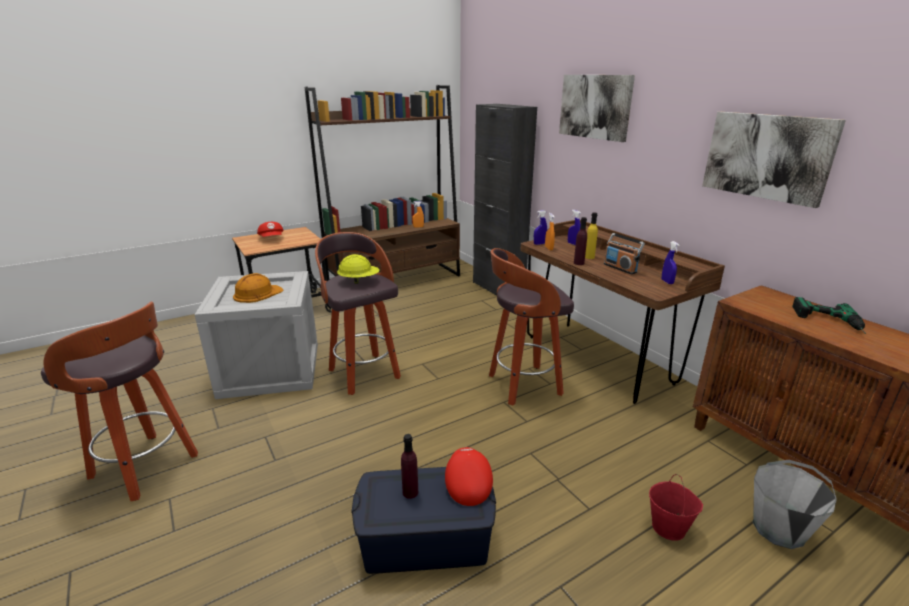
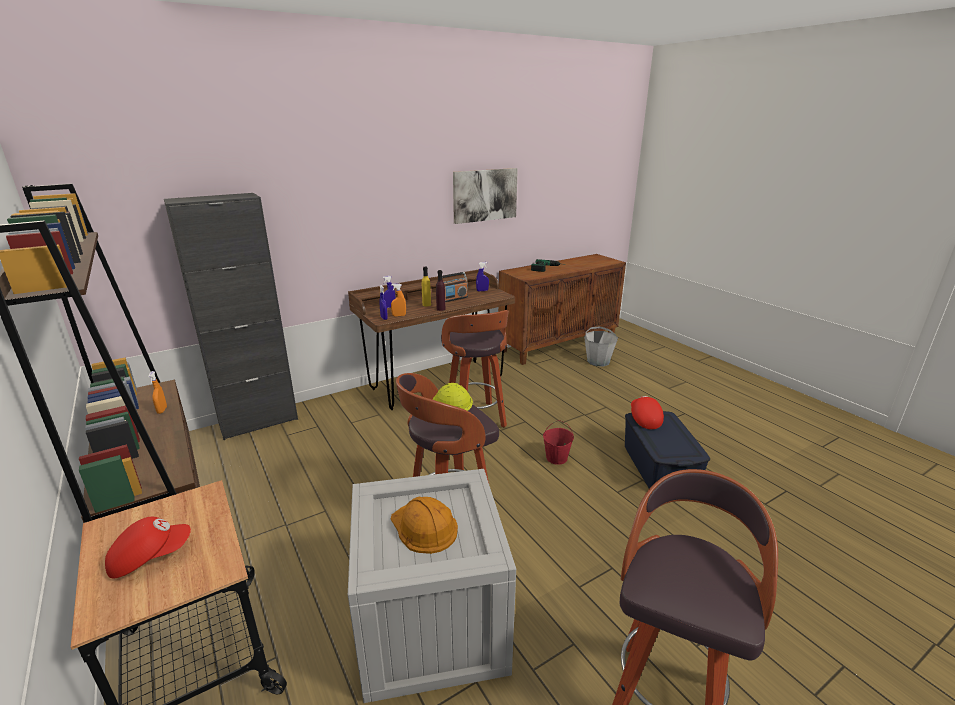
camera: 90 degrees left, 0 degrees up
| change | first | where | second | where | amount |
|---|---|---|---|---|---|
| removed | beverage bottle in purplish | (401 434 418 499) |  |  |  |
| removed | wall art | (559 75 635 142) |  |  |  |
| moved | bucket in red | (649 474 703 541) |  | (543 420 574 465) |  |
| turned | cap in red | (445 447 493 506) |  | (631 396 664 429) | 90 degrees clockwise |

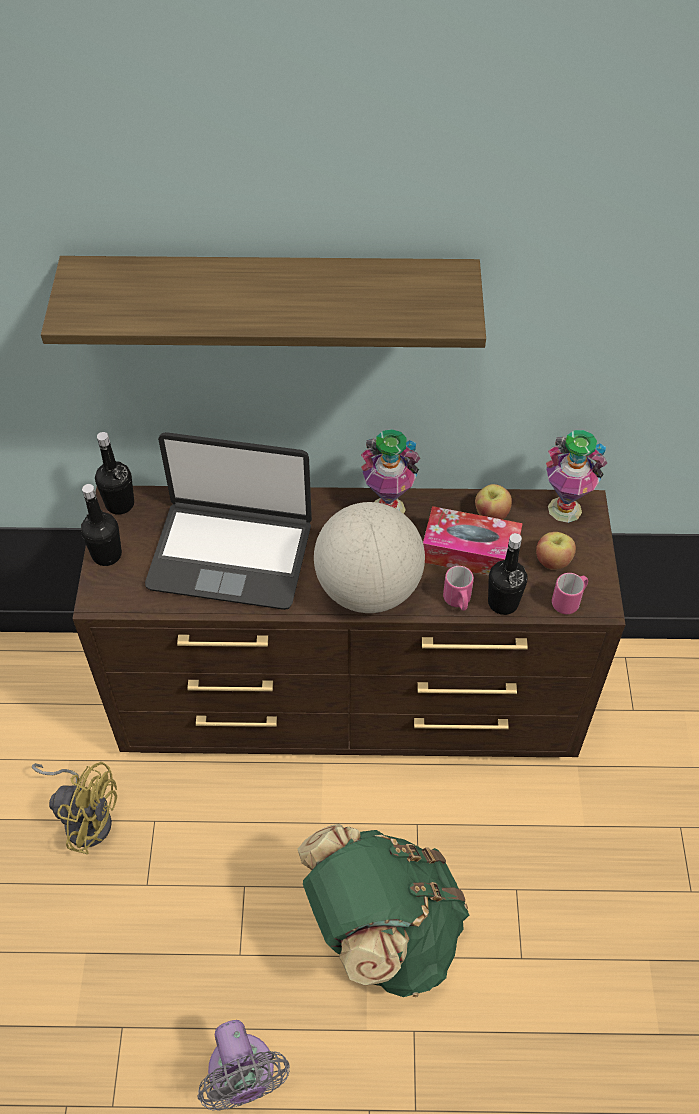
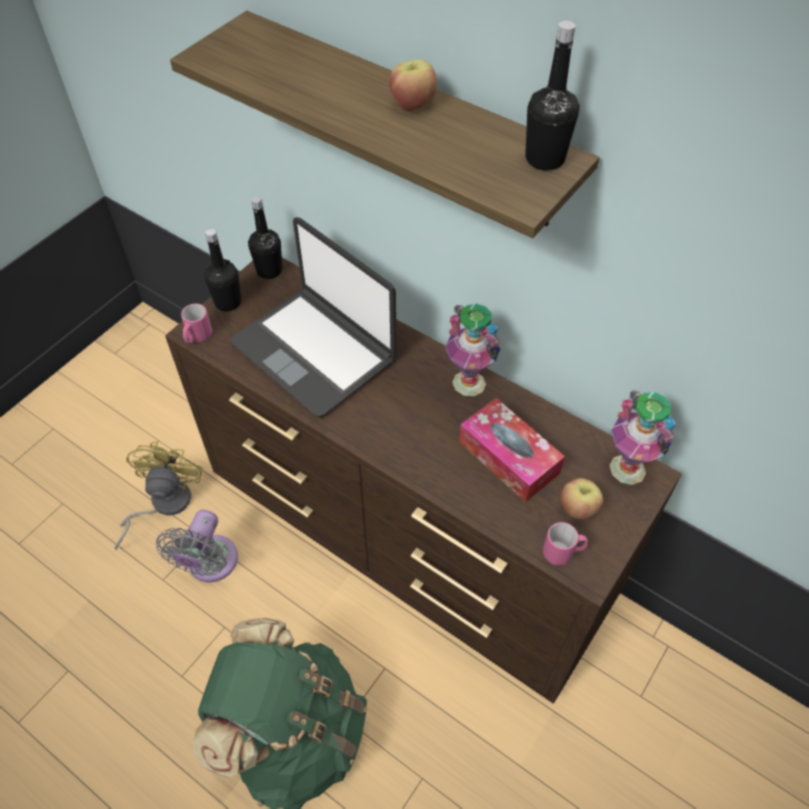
camera: 35 degrees right, 0 degrees up
| change | first | where | second | where | amount |
|---|---|---|---|---|---|
| removed | desk globe | (314 502 425 613) |  |  |  |
| moved | cooling fan in gray | (197 1020 290 1111) |  | (156 510 238 582) |  |
| moved | mug in pink | (443 566 474 611) |  | (181 304 212 344) |  |
| moved | whole apple | (475 484 512 520) |  | (390 60 437 111) |  |
| moved | beverage bottle in black | (488 533 527 615) |  | (525 21 579 170) |  |
| turned | cooling fan in yellow | (32 762 117 854) |  | (115 441 203 550) | 135 degrees counterclockwise |

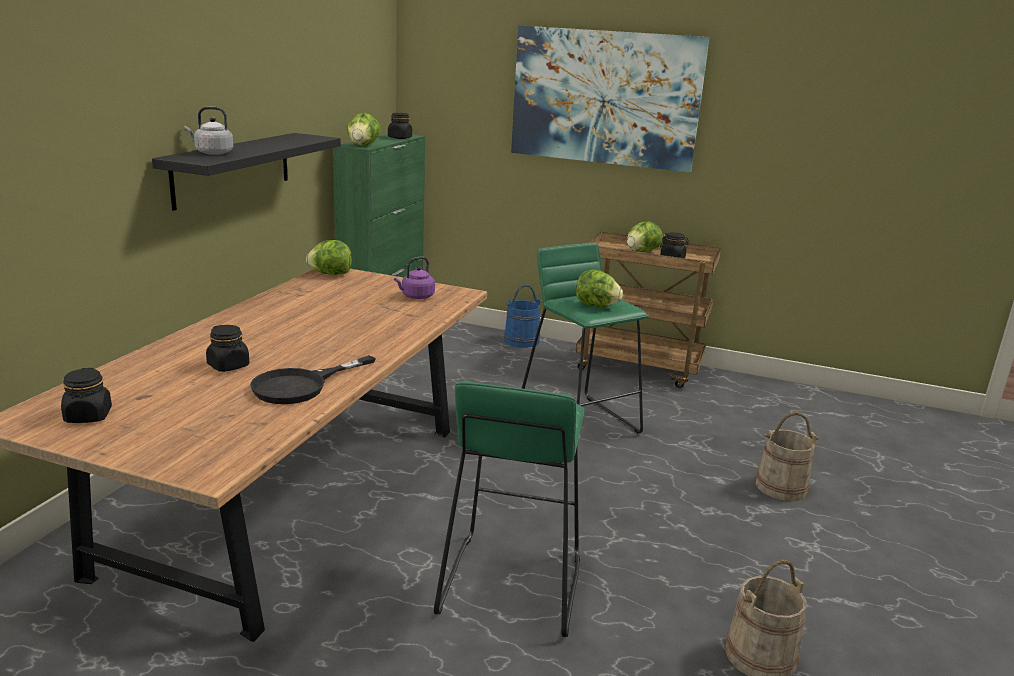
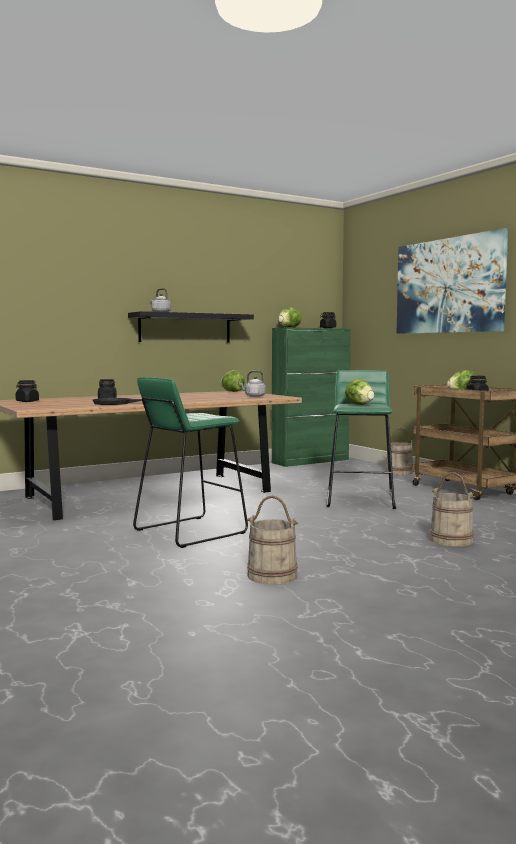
camera: 40 degrees right, 15 degrees down
| change | first | where | second | where | amount |
|---|---|---|---|---|---|
| recoloured | water kettle in purplish | (394 256 435 299) | water kettle in gray | (239 371 266 397) |  |
| recoloured | bucket in bluish | (504 284 542 348) | bucket in sand-coloured | (385 428 415 475) |  |

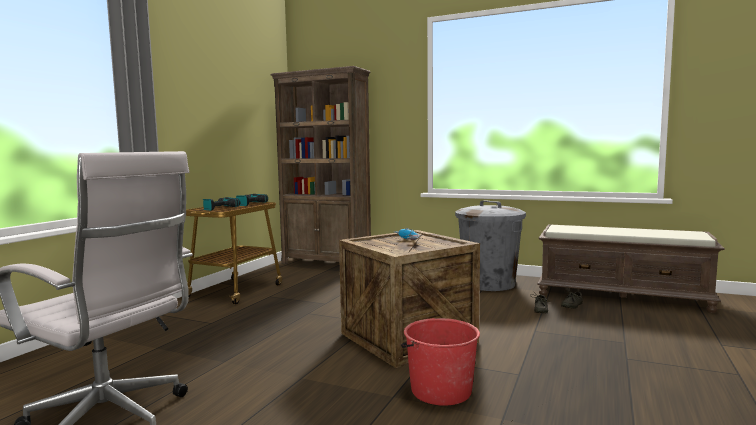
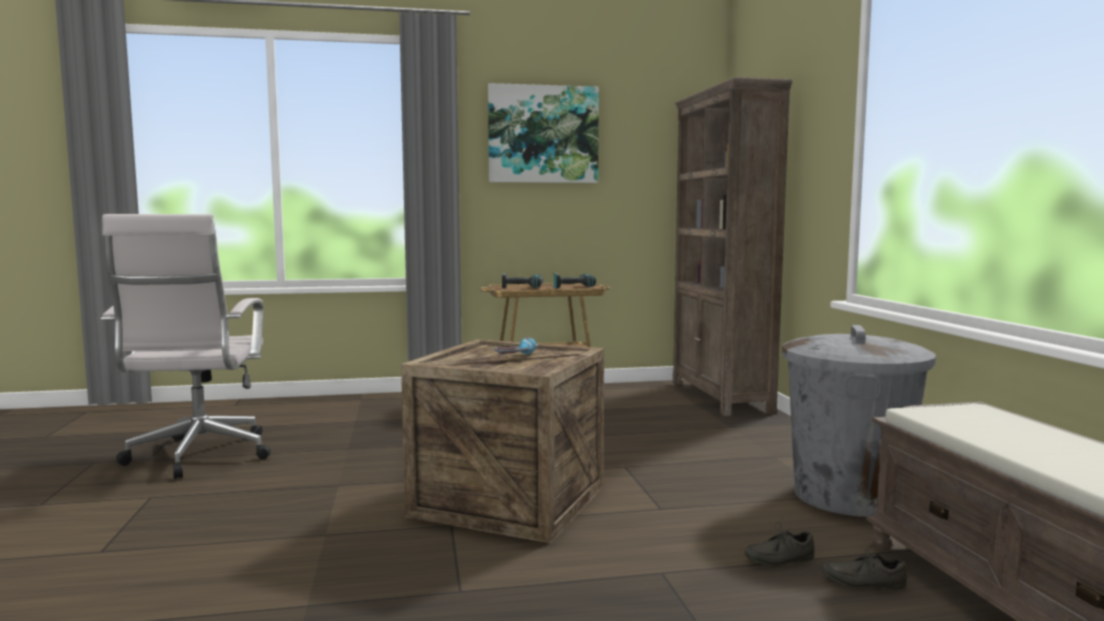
camera: 55 degrees right, 0 degrees up
| change | first | where | second | where | amount |
|---|---|---|---|---|---|
| removed | bucket in red | (401 318 480 406) |  |  |  |
| added |  |  | wall art | (488 83 599 183) |  |

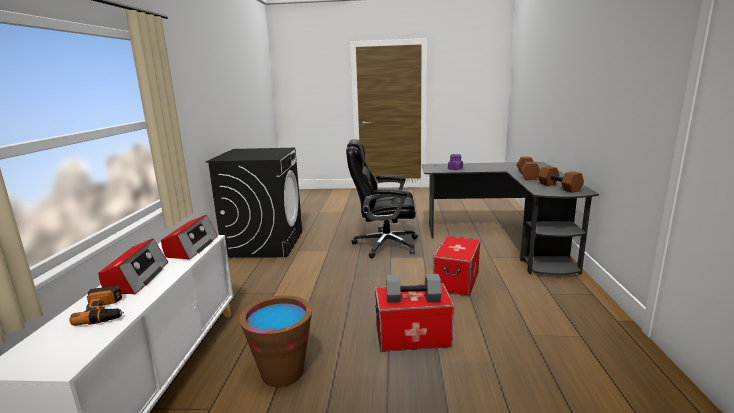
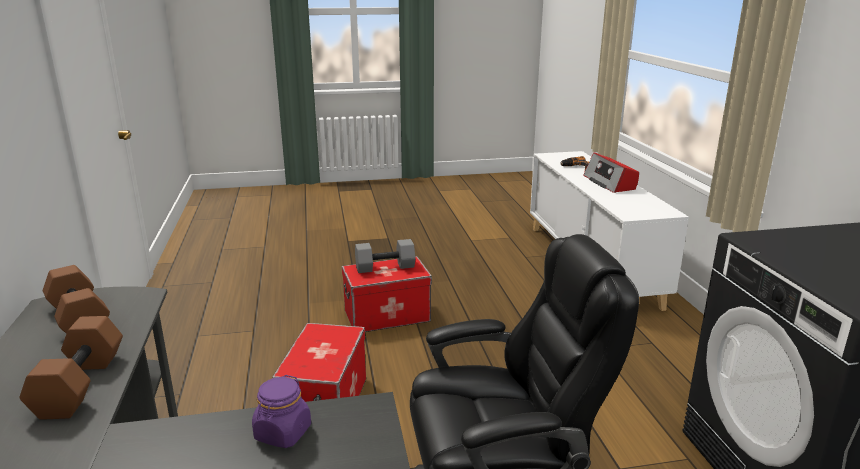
camera: 165 degrees right, 5 degrees up
| change | first | where | second | where | amount |
|---|---|---|---|---|---|
| removed | radio receiver | (161 215 218 260) |  |  |  |
| removed | bucket in brown | (239 295 312 387) |  |  |  |

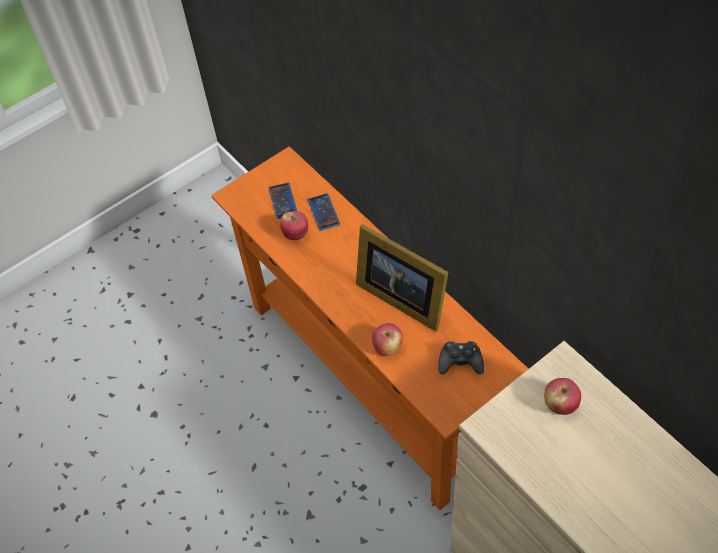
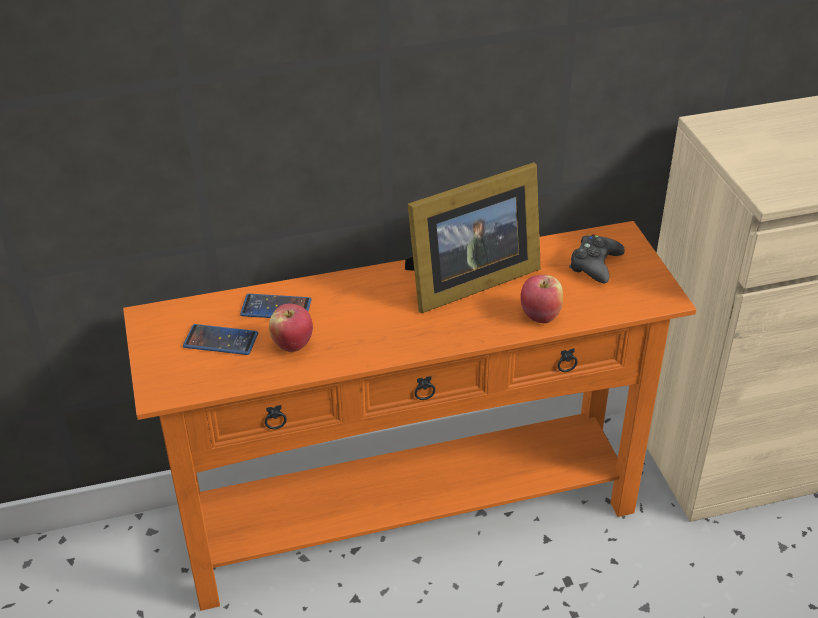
camera: 70 degrees left, 15 degrees down
| change | first | where | second | where | amount |
|---|---|---|---|---|---|
| removed | whole apple | (544 378 581 415) |  |  |  |

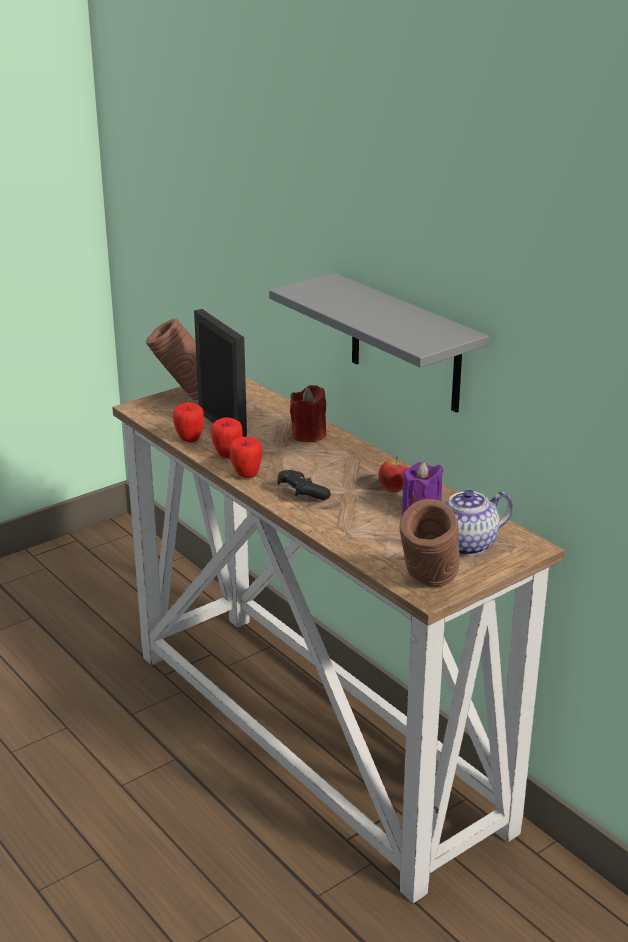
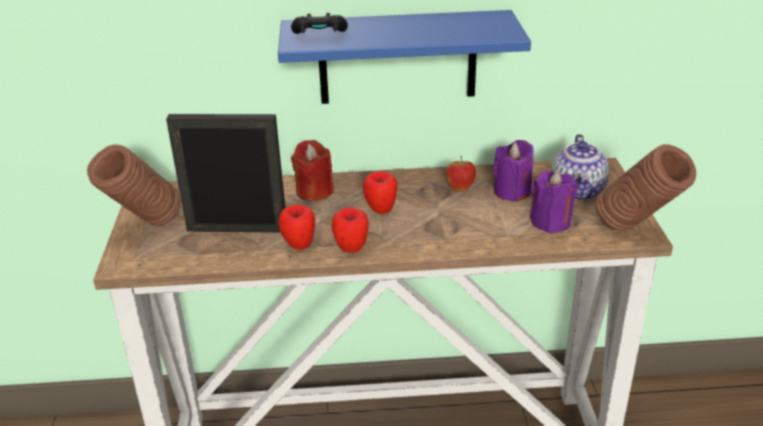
camera: 55 degrees left, 5 degrees up
| change | first | where | second | where | amount |
|---|---|---|---|---|---|
| added |  |  | wax light in purplish | (530 171 578 233) |  |
| moved | whole apple | (173 402 204 443) |  | (363 172 397 214) |  |
| moved | joypad in black | (277 470 331 500) |  | (291 13 348 34) |  |
| recoloured | shelf in gray | (269 273 489 413) | shelf in bluish | (278 10 531 104) |  |

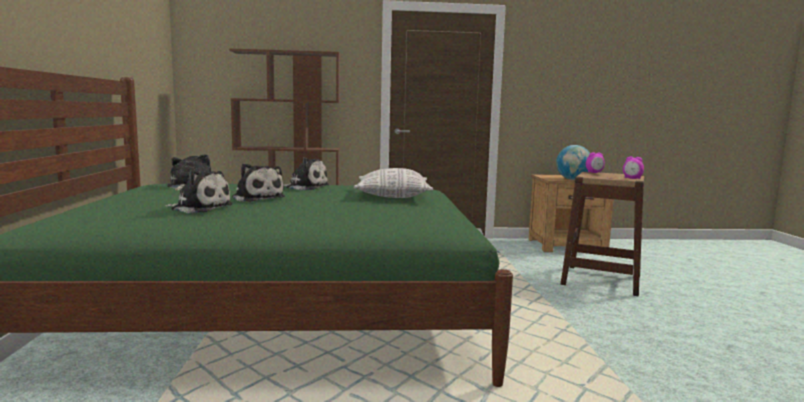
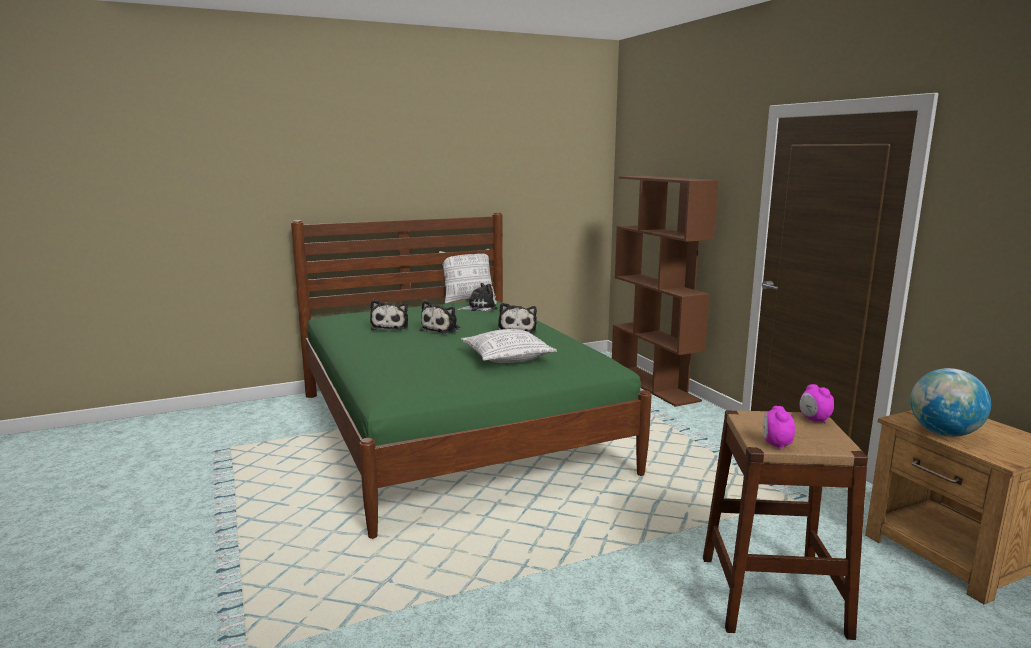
camera: 70 degrees right, 5 degrees up
| change | first | where | second | where | amount |
|---|---|---|---|---|---|
| added |  |  | cushion | (439 249 496 304) |  |

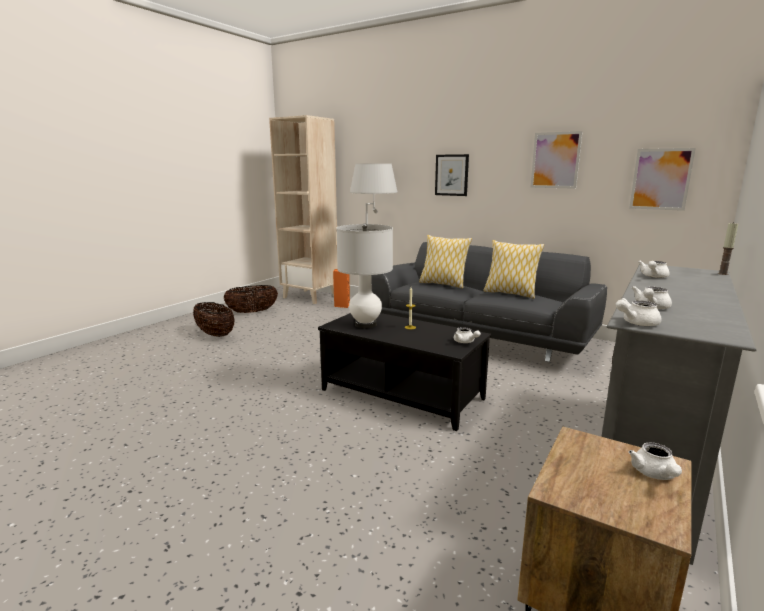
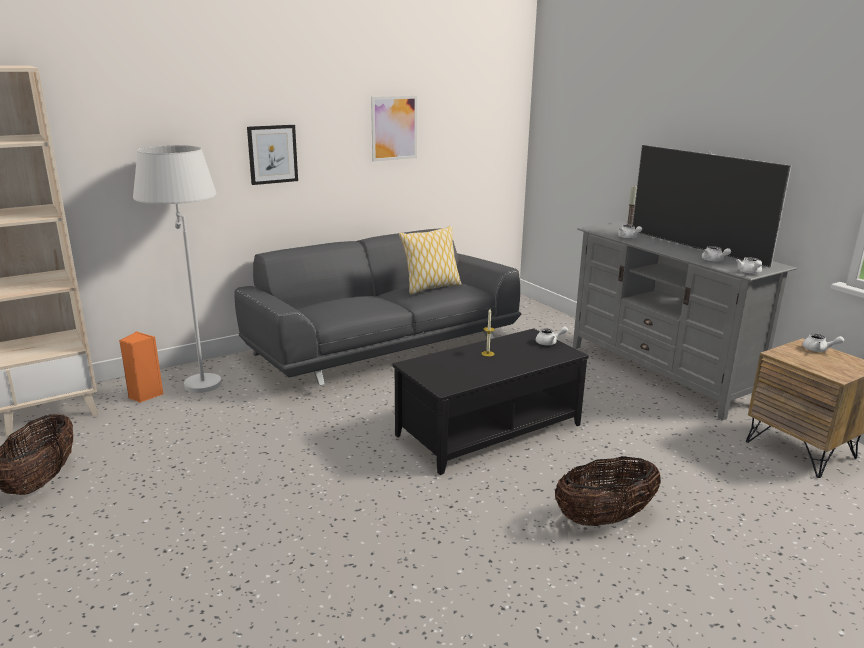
camera: 65 degrees left, 5 degrees up
| change | first | where | second | where | amount |
|---|---|---|---|---|---|
| removed | lamp for a table in whitish | (336 223 393 329) |  |  |  |
| removed | cushion | (419 235 472 289) |  |  |  |
| removed | wall art | (629 148 696 211) |  |  |  |
| added |  |  | television | (632 145 791 267) |  |
| moved | household basket | (193 302 235 337) |  | (555 456 661 526) |  |

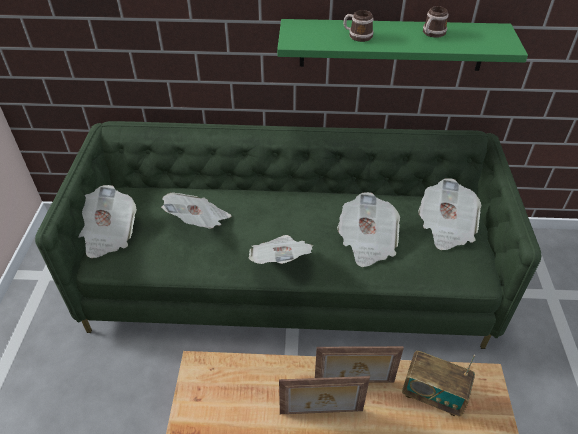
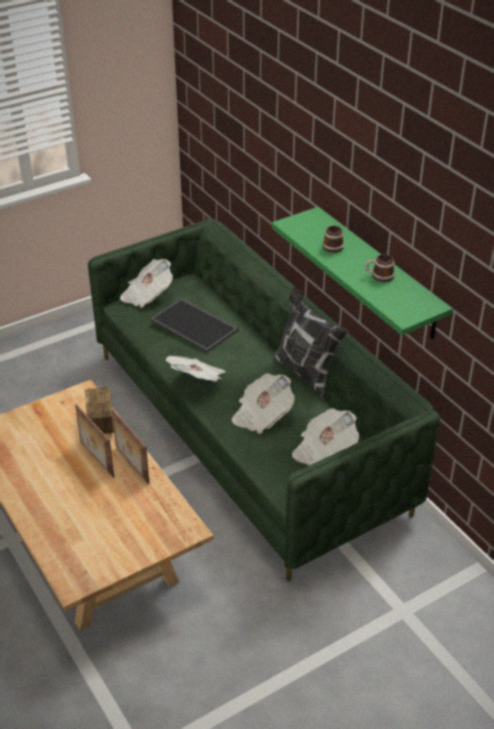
camera: 55 degrees right, 5 degrees down
| change | first | where | second | where | amount |
|---|---|---|---|---|---|
| added |  |  | cushion | (273 287 348 399) |  |
| moved | radio receiver | (402 351 475 416) |  | (84 387 114 436) |  |
| replaced | printed paper | (161 192 231 229) | tray | (150 298 238 353) |  |

